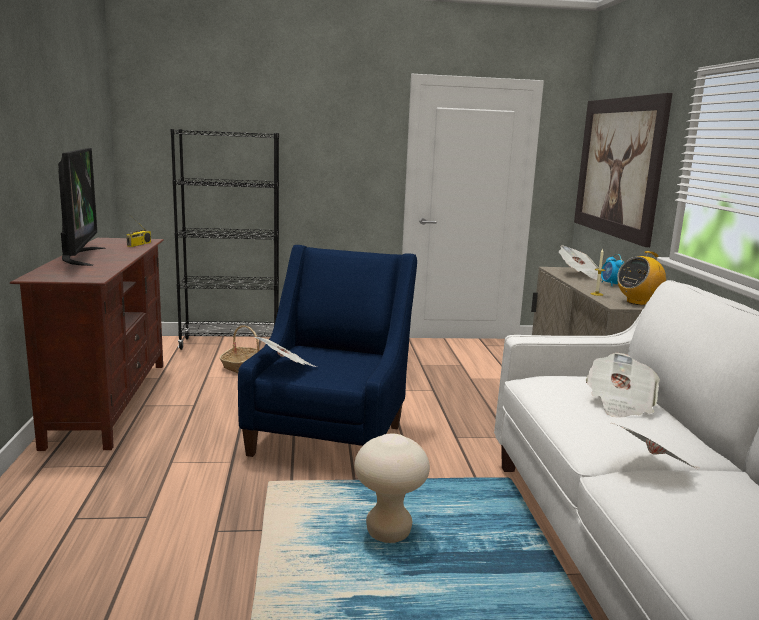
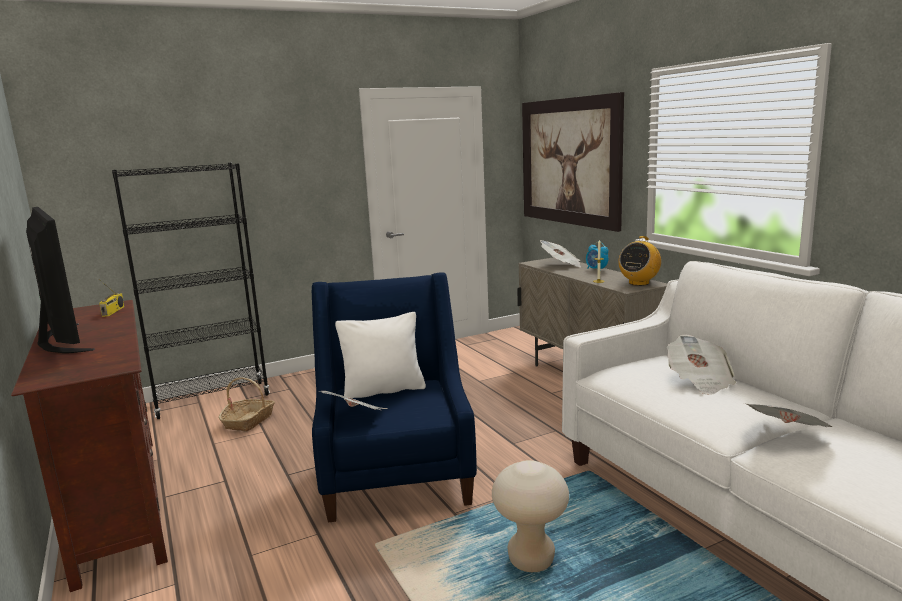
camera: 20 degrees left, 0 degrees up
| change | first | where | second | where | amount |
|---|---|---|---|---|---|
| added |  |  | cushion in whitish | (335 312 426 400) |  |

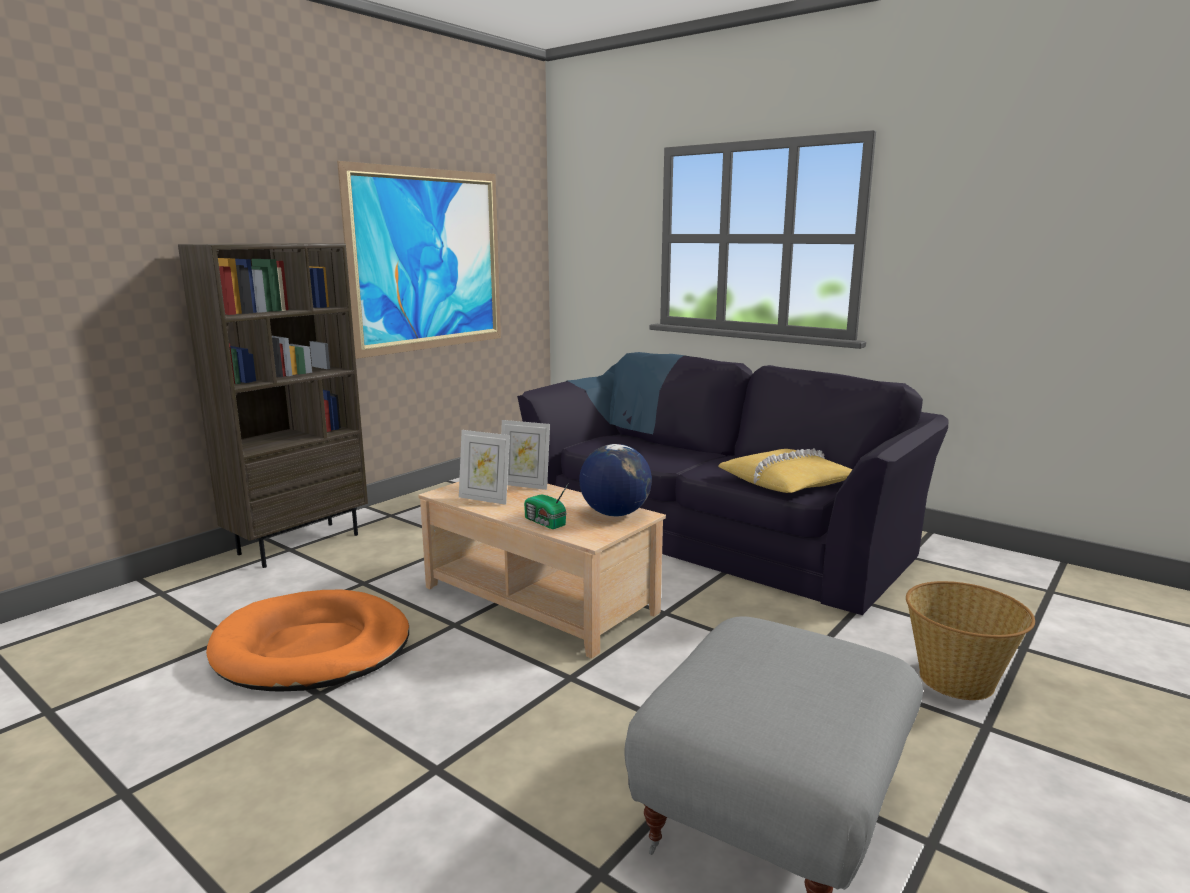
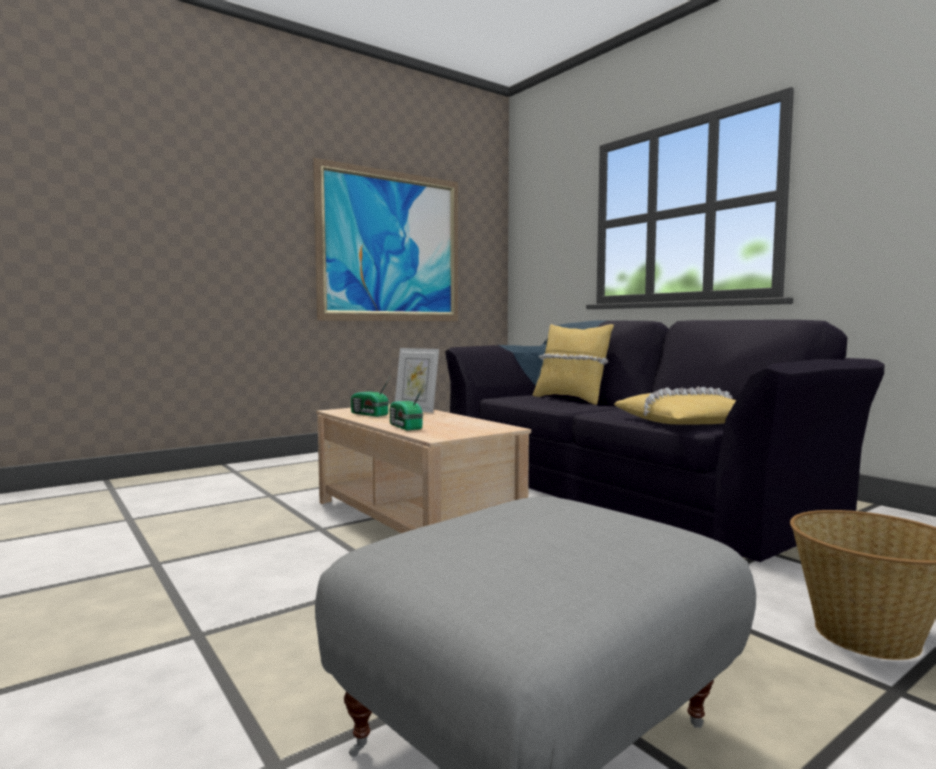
camera: 15 degrees right, 10 degrees down
| change | first | where | second | where | amount |
|---|---|---|---|---|---|
| removed | bookshelf in brown | (178 243 368 568) |  |  |  |
| removed | dog cushion in orangey | (206 590 409 691) |  |  |  |
| removed | desk globe | (579 444 652 516) |  |  |  |
| added |  |  | cushion in yellow | (532 324 614 405) |  |
| replaced | picture frame | (459 430 510 505) | radio receiver | (351 375 391 417) |  |

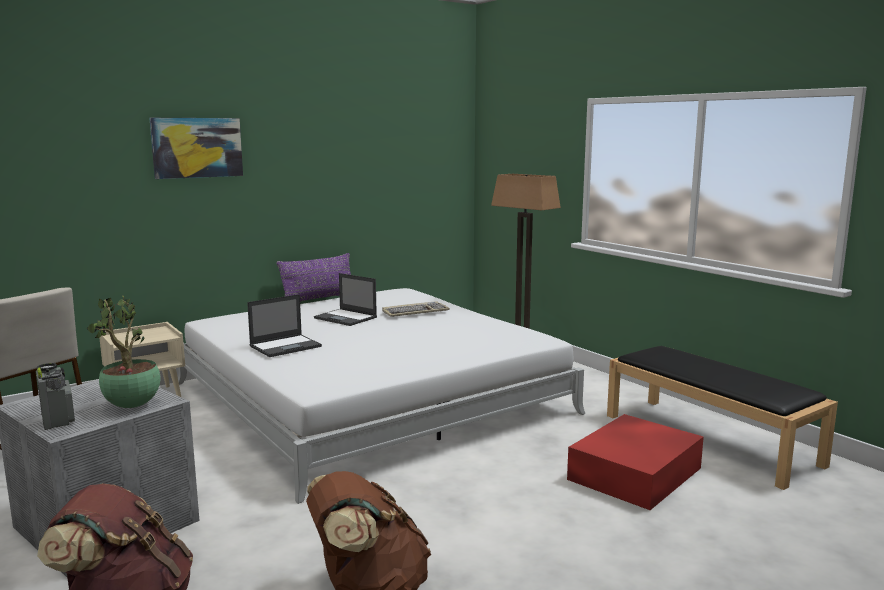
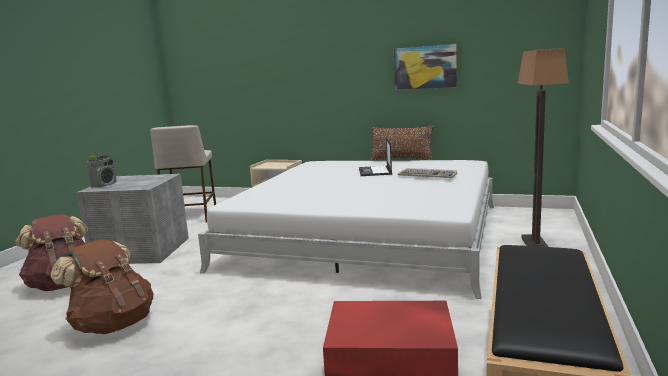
camera: 55 degrees right, 0 degrees up
| change | first | where | second | where | amount |
|---|---|---|---|---|---|
| removed | plant in a pot | (87 295 160 408) |  |  |  |
| removed | portable computer | (247 294 322 357) |  |  |  |
| moved | wall art | (149 118 243 179) |  | (393 44 457 90) |  |
| recoloured | cushion in purplish | (277 253 351 302) | cushion in brown | (370 126 433 161) |  |

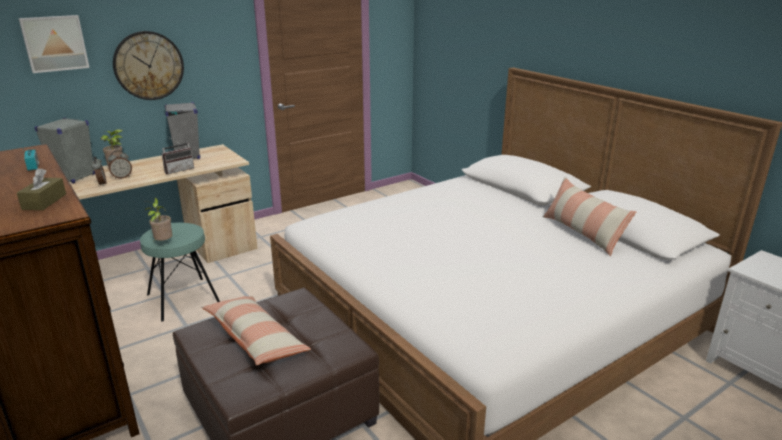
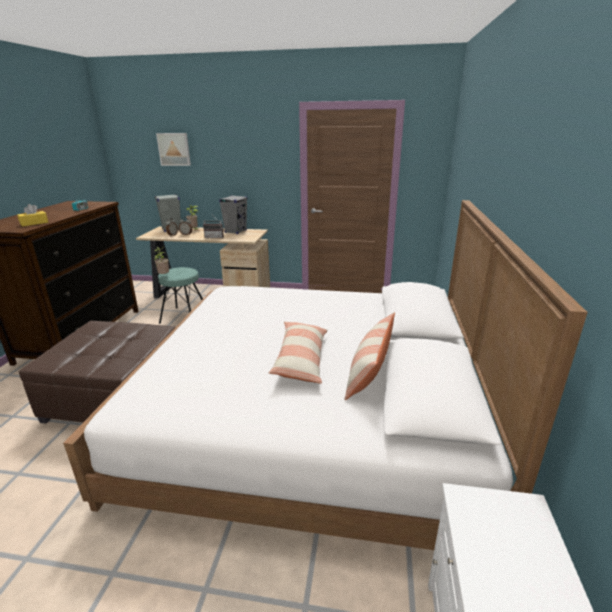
camera: 45 degrees right, 0 degrees up
| change | first | where | second | where | amount |
|---|---|---|---|---|---|
| removed | hanging clock | (113 31 184 100) |  |  |  |
| moved | cushion | (201 296 311 365) |  | (269 321 328 384) |  |
| recoloured | box of tissues in brown | (17 168 66 210) | box of tissues in yellow | (17 204 48 226) |  |

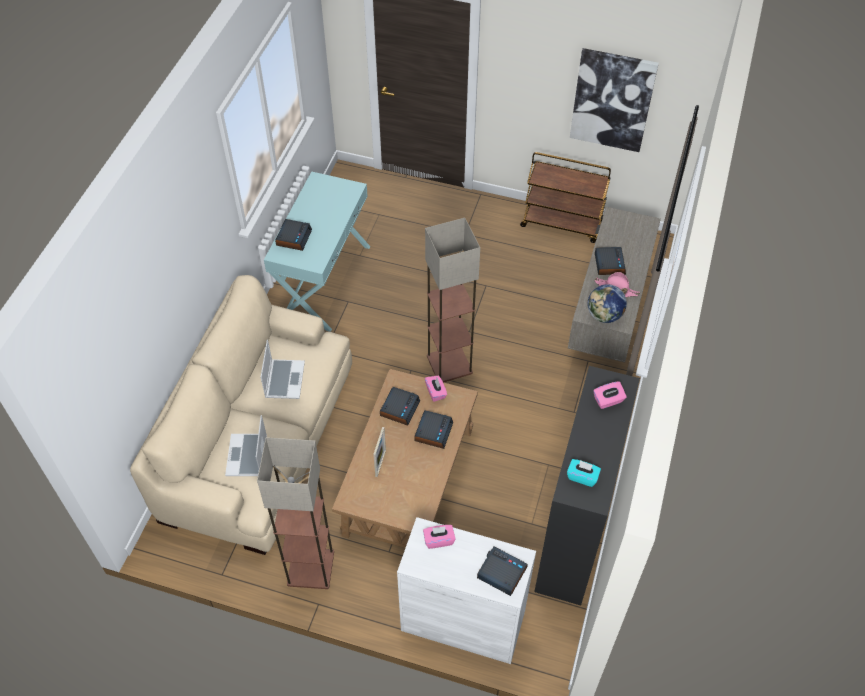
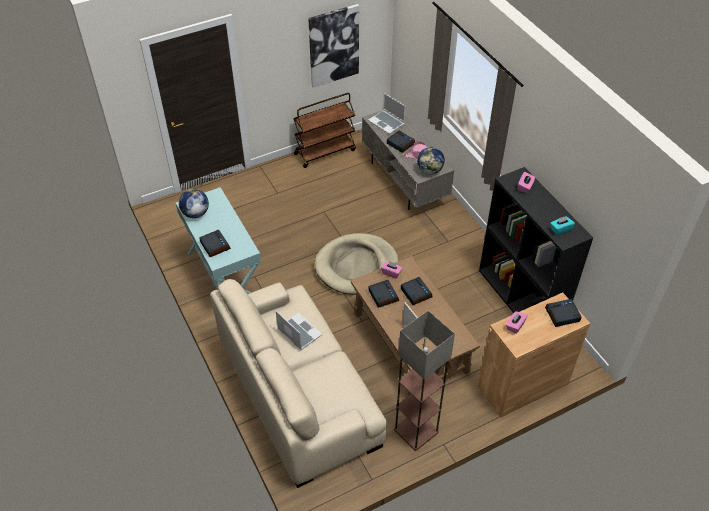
camera: 45 degrees left, 5 degrees down
| change | first | where | second | where | amount |
|---|---|---|---|---|---|
| added |  |  | desk globe | (179 189 209 218) |  |
| moved | portable computer | (225 415 267 476) |  | (368 93 406 134) |  |
| replaced | standard lamp | (425 218 480 382) | dog cushion in sand-coloured | (315 233 398 294) |  |
| recoloured | cupboard in whitish | (397 517 536 664) | cupboard in brown | (477 292 590 418) |  |

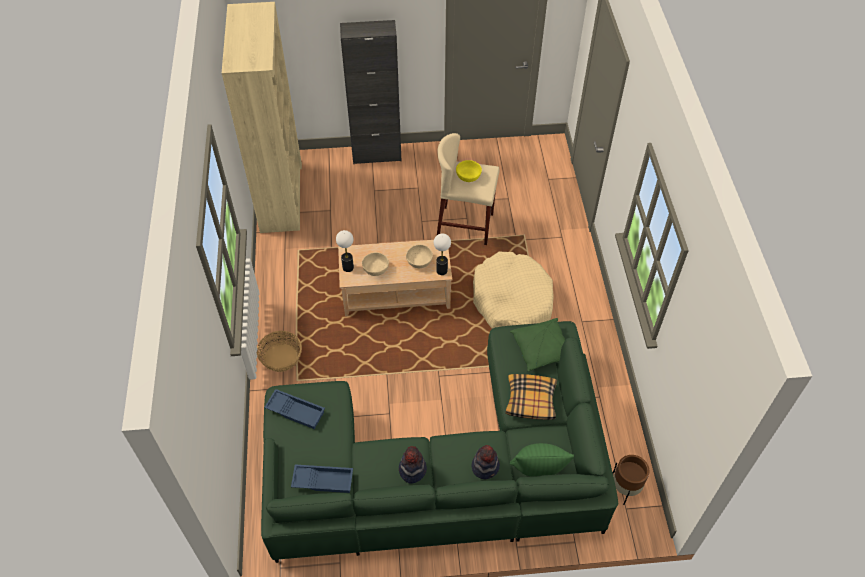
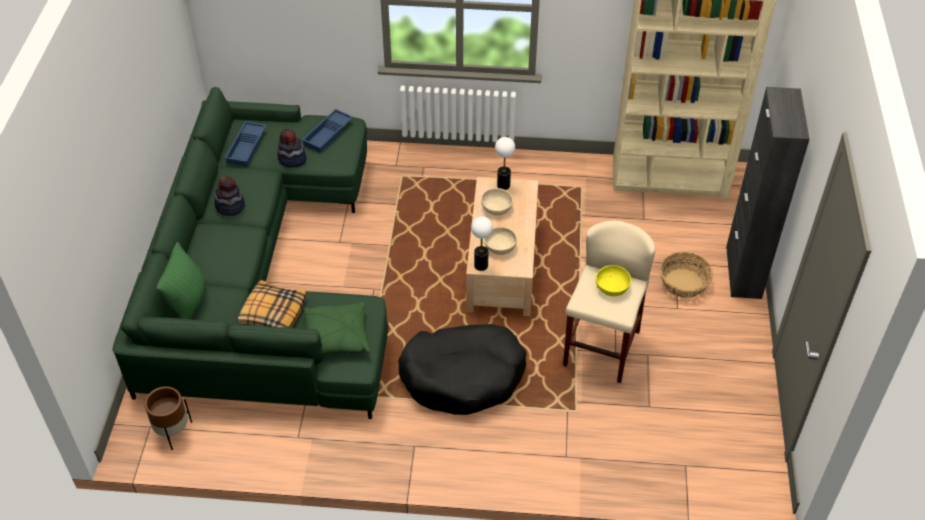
camera: 100 degrees right, 5 degrees down
| change | first | where | second | where | amount |
|---|---|---|---|---|---|
| moved | household basket | (257 331 302 372) |  | (660 252 713 298) |  |
| moved | hat | (472 445 500 479) |  | (278 129 307 168) |  |
| recoloured | dog cushion in sand-coloured | (473 252 553 328) | dog cushion in black | (398 324 526 415) |  |

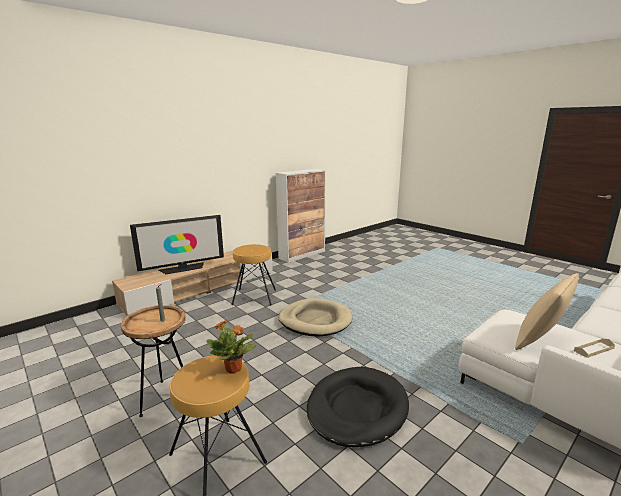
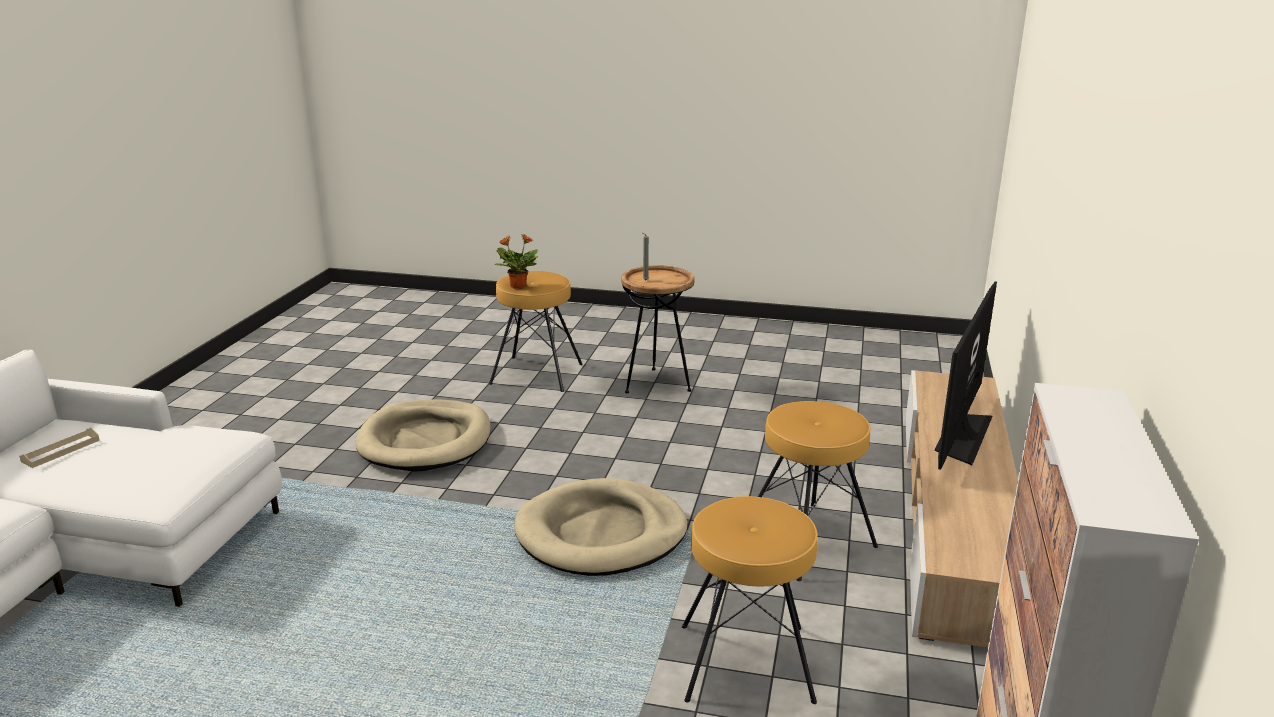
camera: 145 degrees right, 5 degrees up
| change | first | where | second | where | amount |
|---|---|---|---|---|---|
| removed | cushion in sand-coloured | (515 273 579 350) |  |  |  |
| added |  |  | stool seat in brown | (682 496 818 704) |  |
| recoloured | dog cushion in black | (307 367 409 447) | dog cushion in sand-coloured | (356 399 491 472) |  |

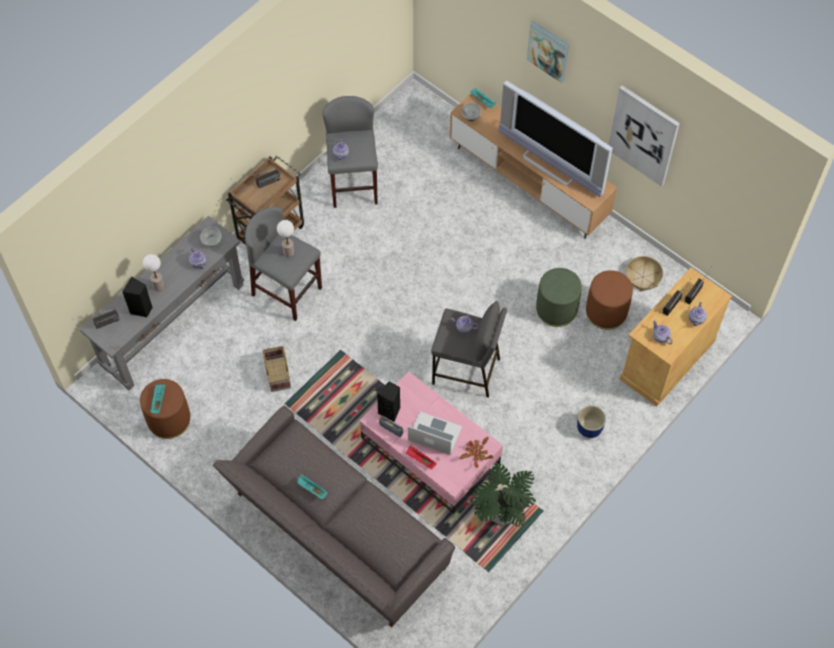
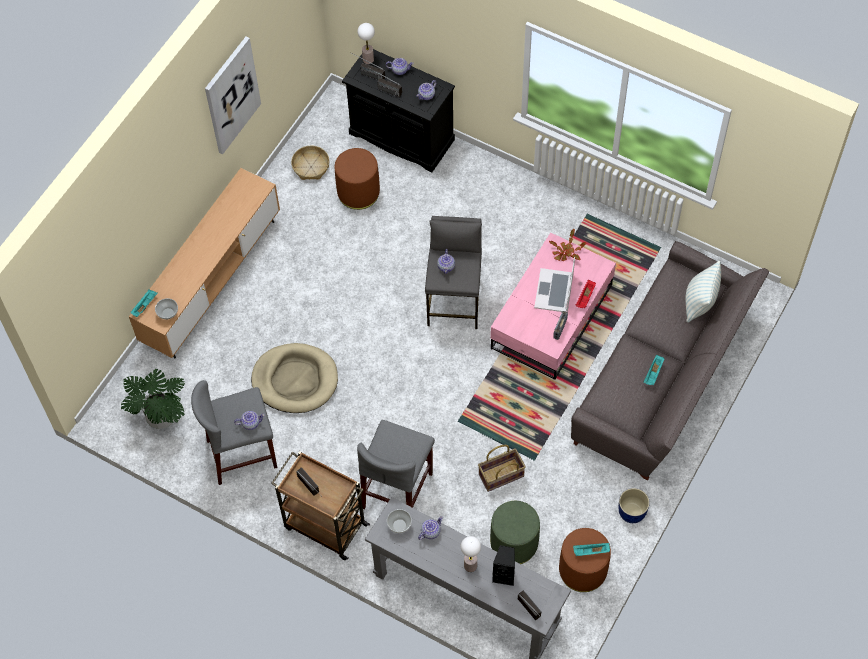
camera: 100 degrees left, 0 degrees up
| change | first | where | second | where | amount |
|---|---|---|---|---|---|
| removed | audio speaker in black | (377 381 400 422) |  |  |  |
| removed | television | (499 81 613 197) |  |  |  |
| removed | wall art | (527 21 569 83) |  |  |  |
| added |  |  | dog cushion in sand-coloured | (251 343 338 413) |  |
| added |  |  | cushion | (686 261 721 323) |  |
| moved | lamp for a table | (277 220 294 257) |  | (358 23 375 64) |  |
| moved | plant in a pot | (471 463 536 527) |  | (121 369 185 429) |  |
| moved | footrest in green-coloured | (536 268 582 327) |  | (490 501 540 564) |  |
| moved | plant pot in bluish | (577 405 606 438) |  | (619 488 650 523) |  |
| recoloured | cupboard in sand-coloured | (619 267 732 407) | cupboard in black | (342 49 455 172) |  |

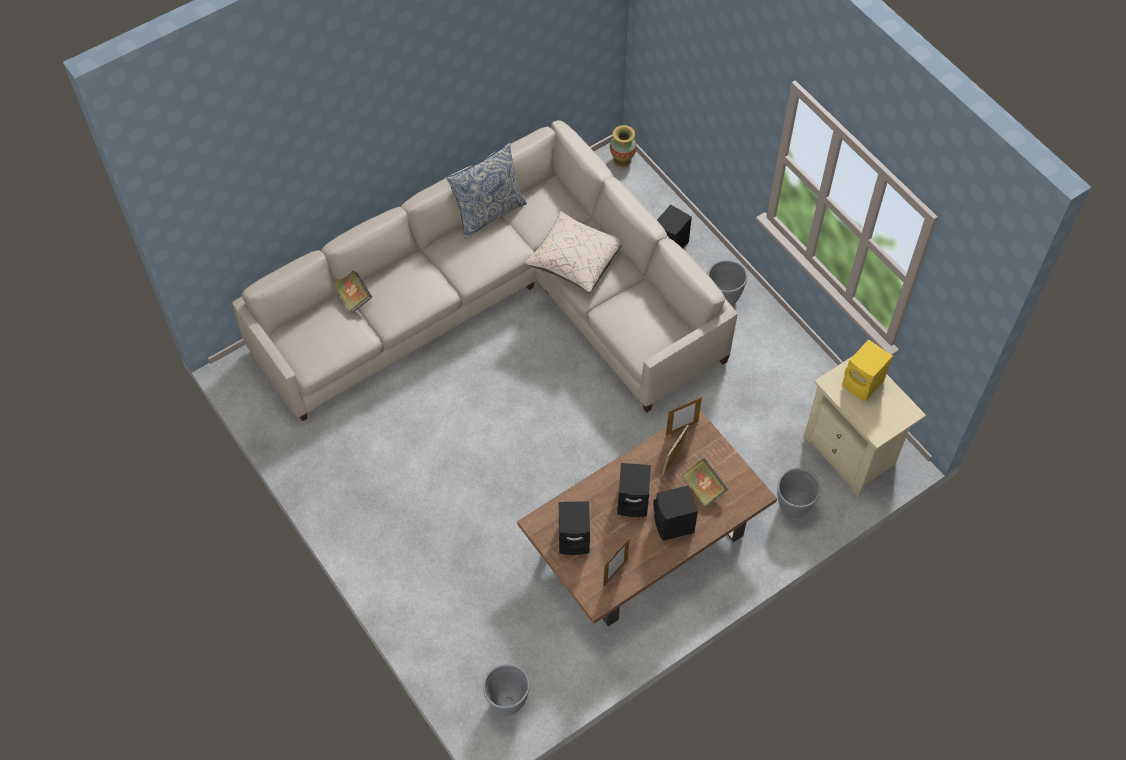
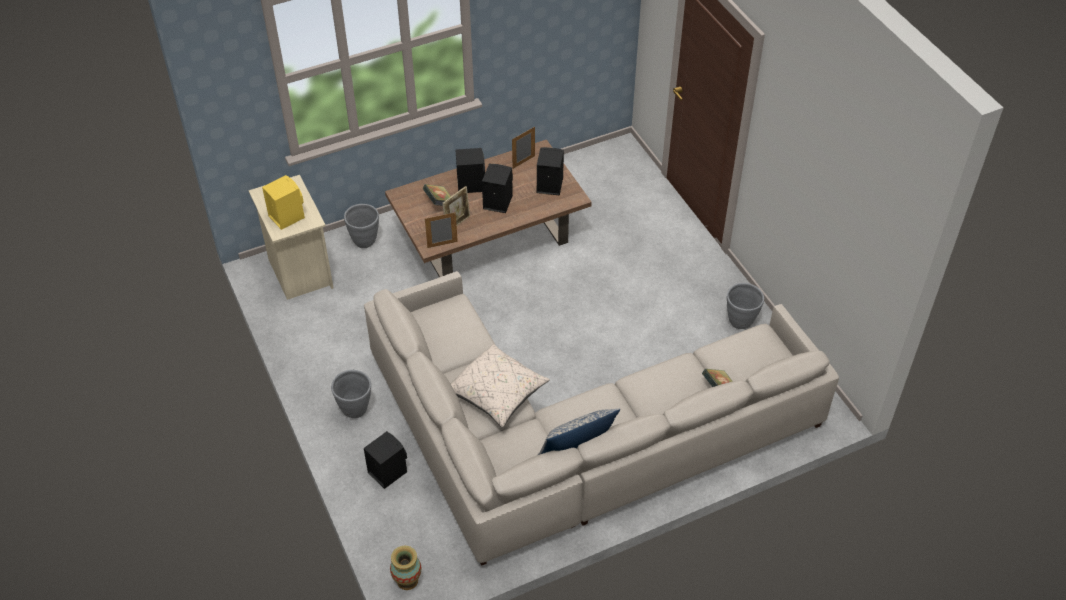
camera: 170 degrees left, 10 degrees down
| change | first | where | second | where | amount |
|---|---|---|---|---|---|
| moved | plant pot in gray | (483 664 530 716) |  | (727 283 764 329) |  |

